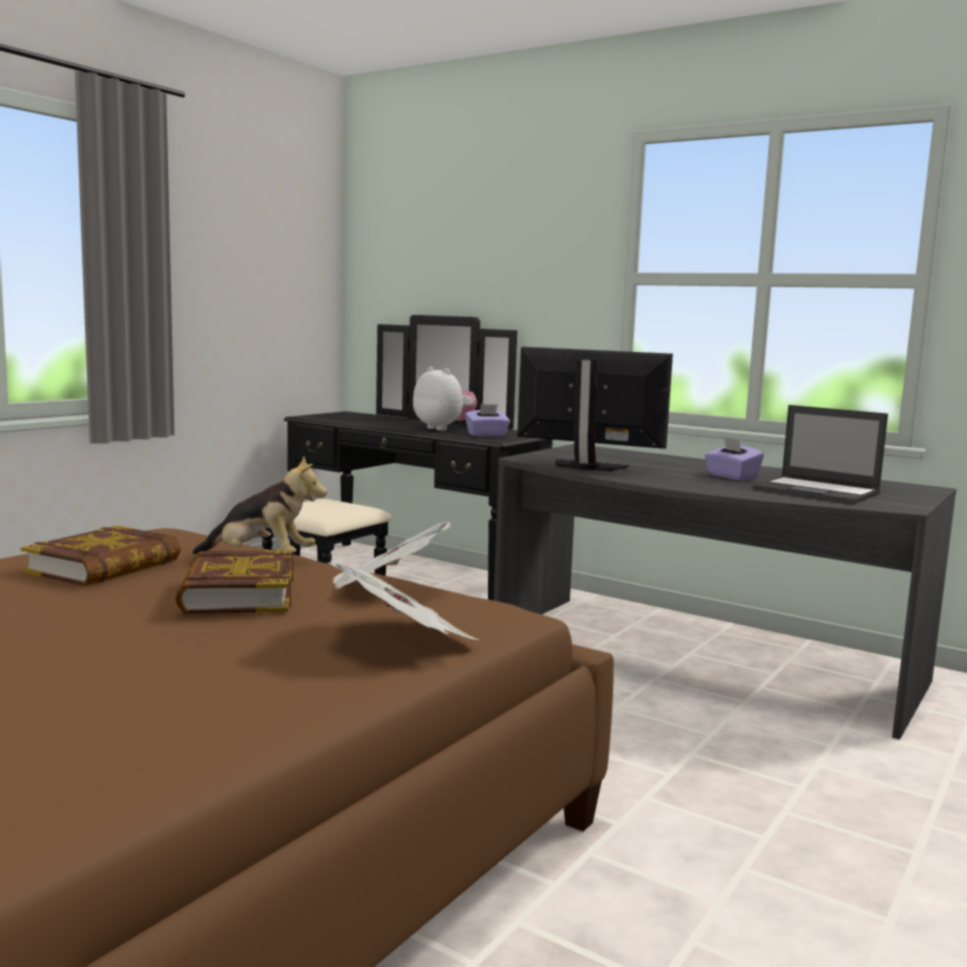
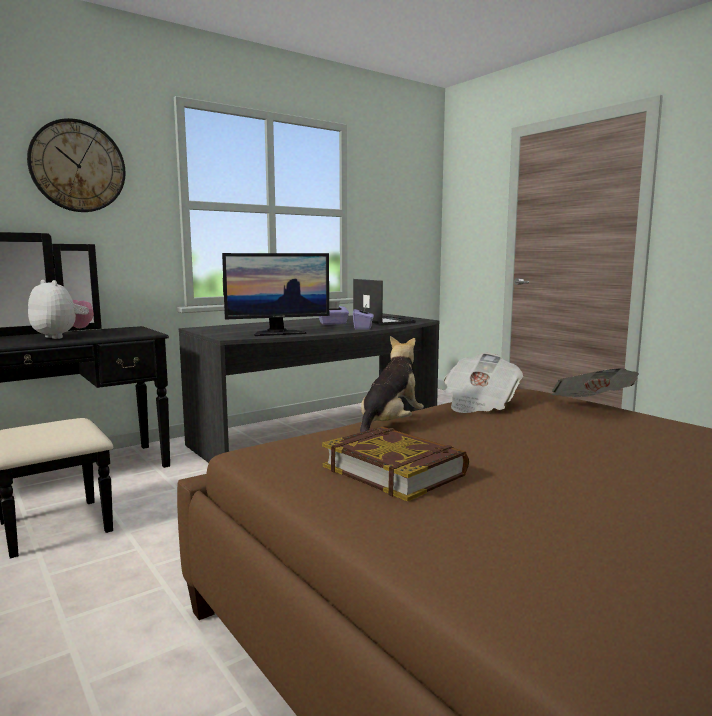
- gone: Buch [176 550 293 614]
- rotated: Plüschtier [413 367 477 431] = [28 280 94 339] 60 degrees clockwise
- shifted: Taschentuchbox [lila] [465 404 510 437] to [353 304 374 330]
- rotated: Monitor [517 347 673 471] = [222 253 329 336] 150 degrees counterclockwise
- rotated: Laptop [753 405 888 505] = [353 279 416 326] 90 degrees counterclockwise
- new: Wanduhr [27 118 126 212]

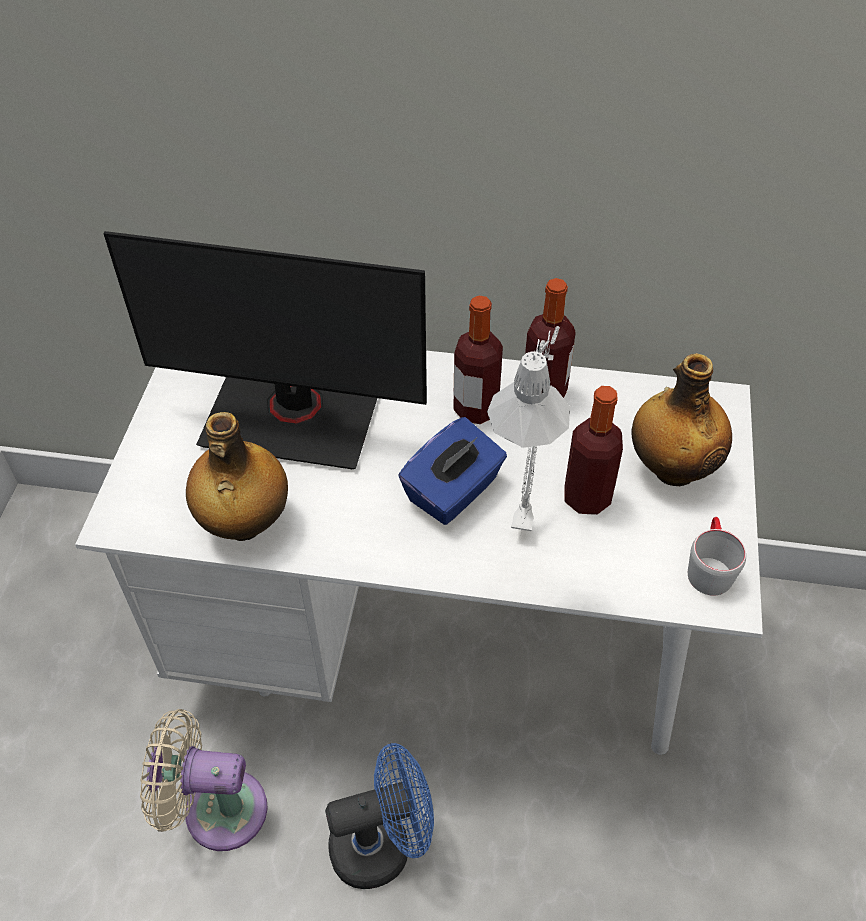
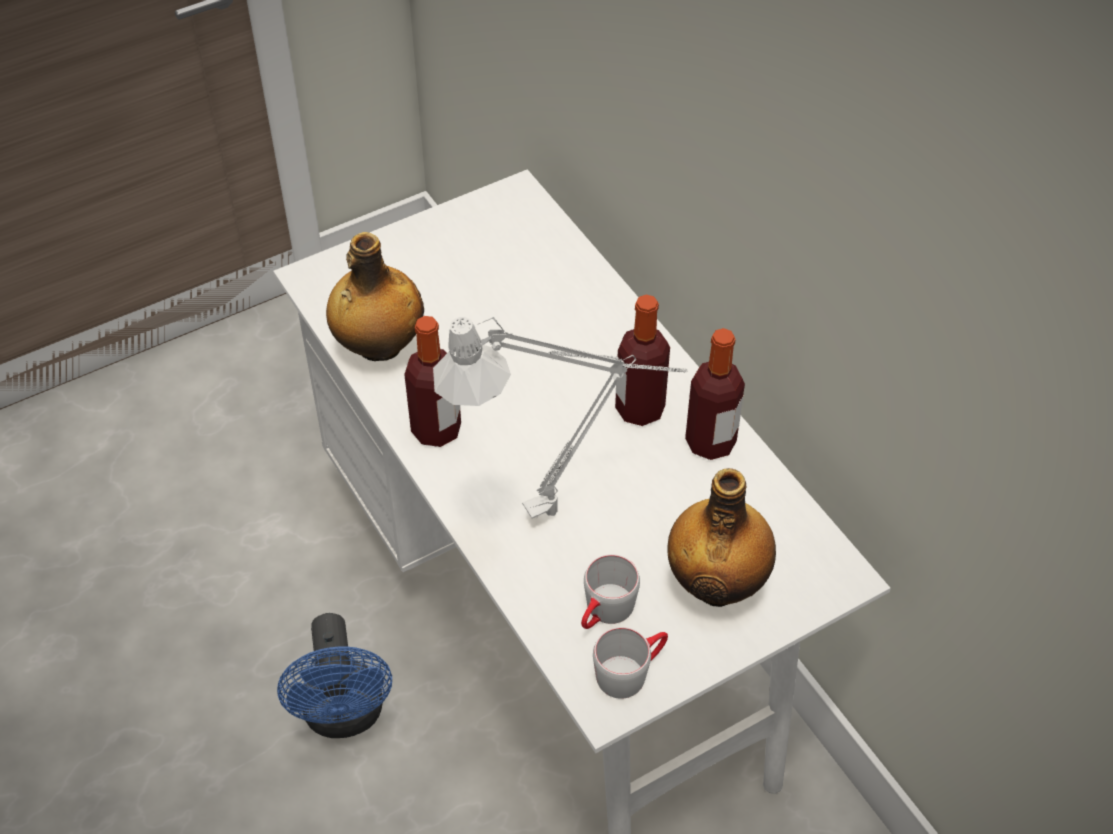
- gone: Monitor [103 231 427 469]
- gone: Ventilator [beige] [140 709 268 851]
- rotated: Ventilator [blau] [325 743 434 889] = [277 613 392 738] 45 degrees clockwise
- gone: Taschentuchbox [blau] [398 417 507 525]
- shifted: Flasche [564 386 623 515] to [404 316 461 447]
- new: Henkelbecher [grau] [581 554 640 629]

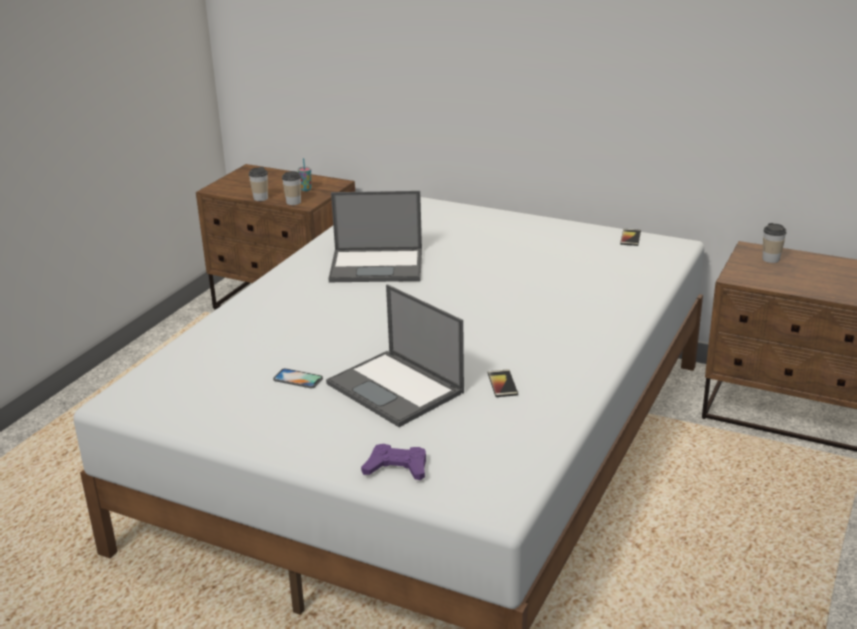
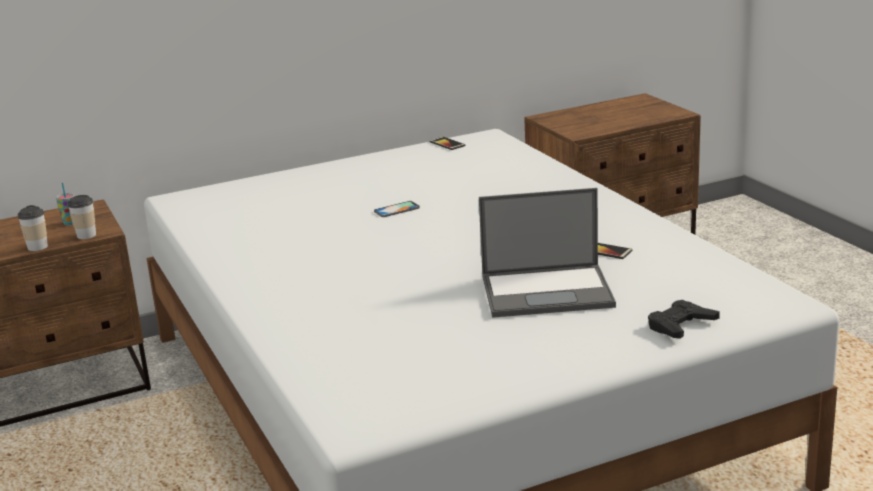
- shifted: Handy [273 368 323 388] to [374 201 420 217]
- gone: Laptop [328 191 422 282]
- repainted: Gamepad [lila] [361 444 426 480] to Gamepad [schwarz] [648 300 720 339]
- gone: Tasse [762 223 787 263]

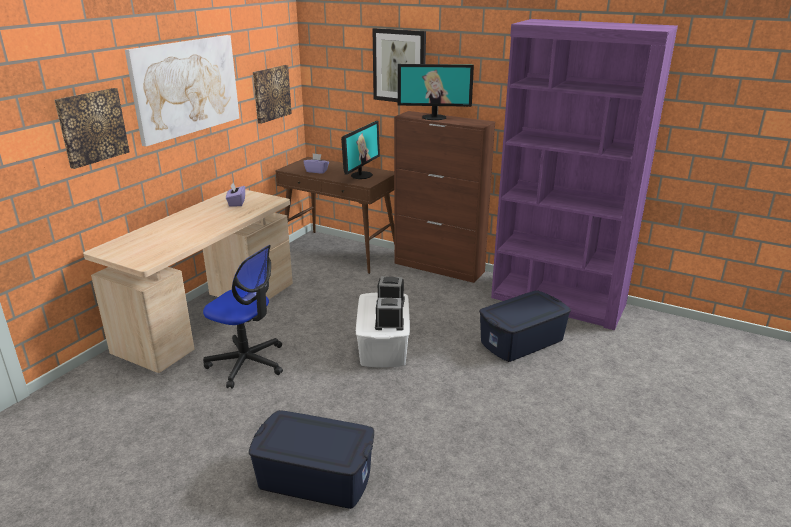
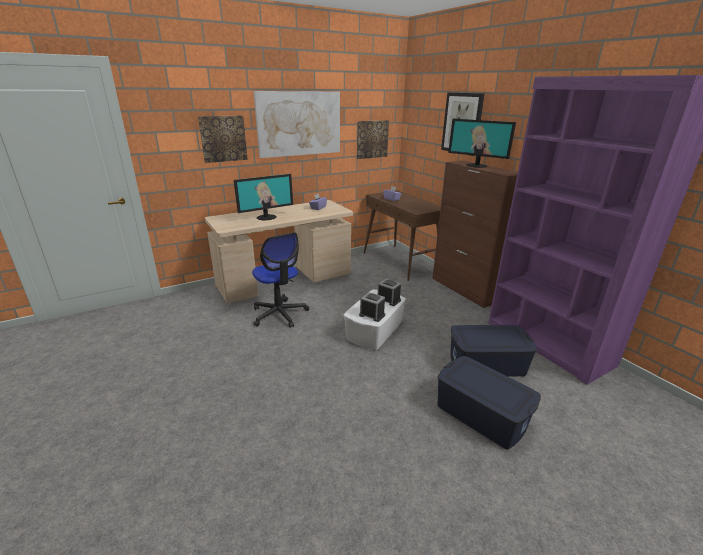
- shifted: Aufbewahrungsbox [blau] [249 410 374 509] to [438 356 541 449]
- shifted: Monitor [341 121 380 179] to [234 174 293 220]

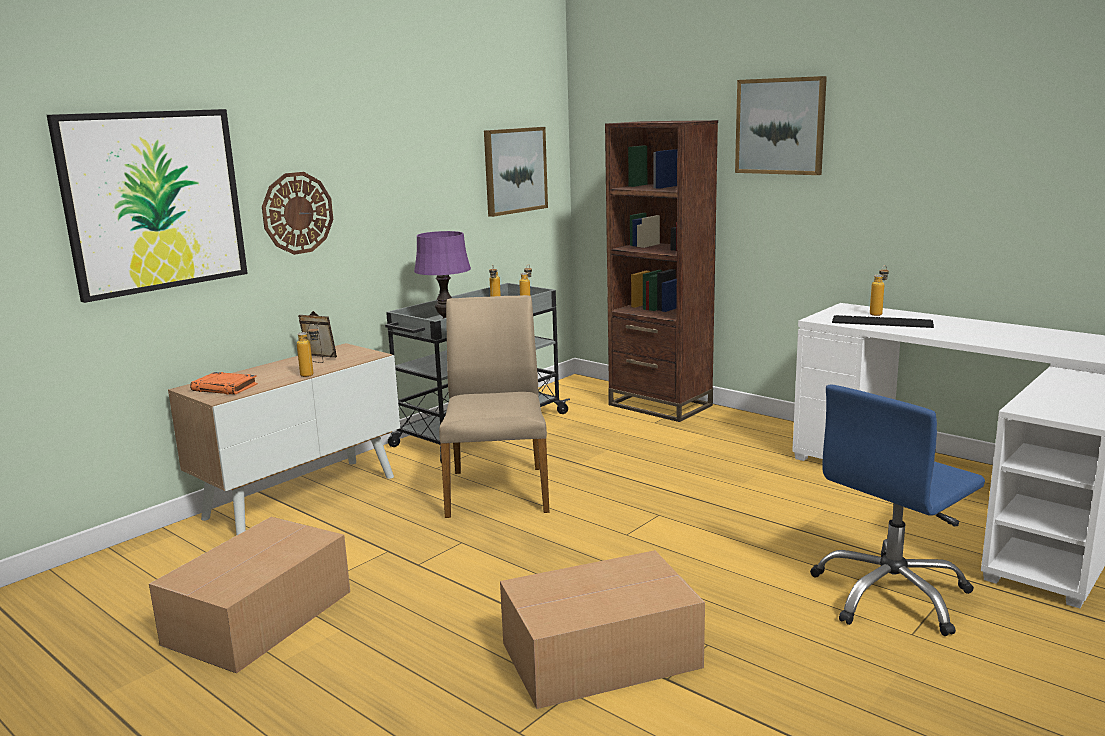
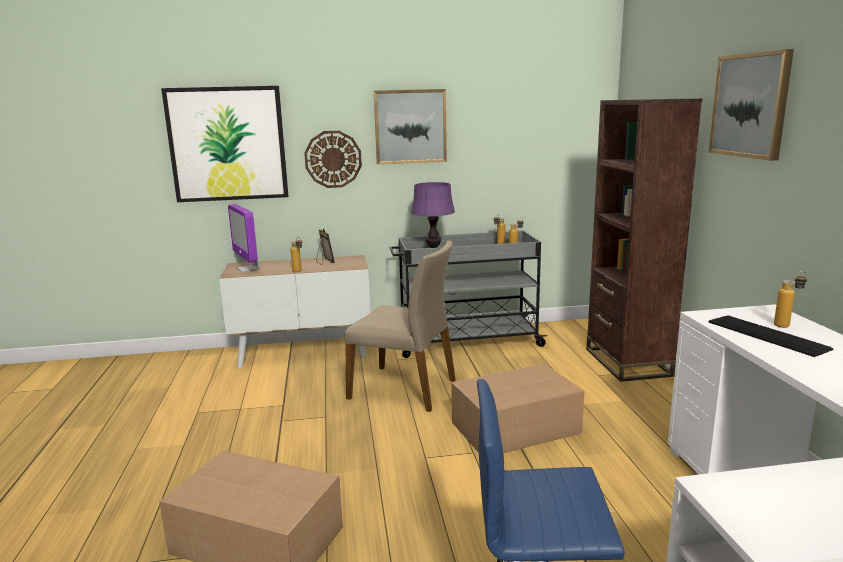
- shifted: Karton [149 517 350 673] to [452 364 584 453]
- swapped: Buch [orange] [190 372 258 395] to Monitor [228 204 260 272]
- rotated: Stuhl [beige] [439 295 550 518] = [345 241 456 412] 75 degrees clockwise
- shifted: Bild [484 127 548 217] to [374 89 447 165]

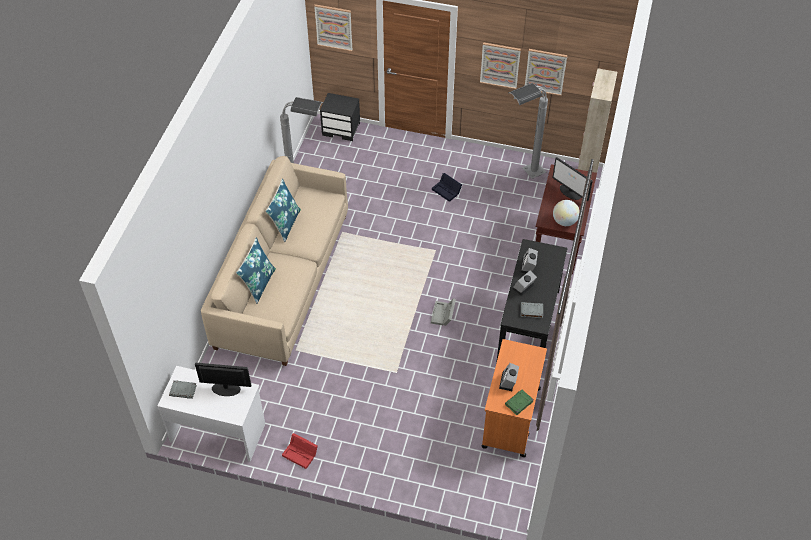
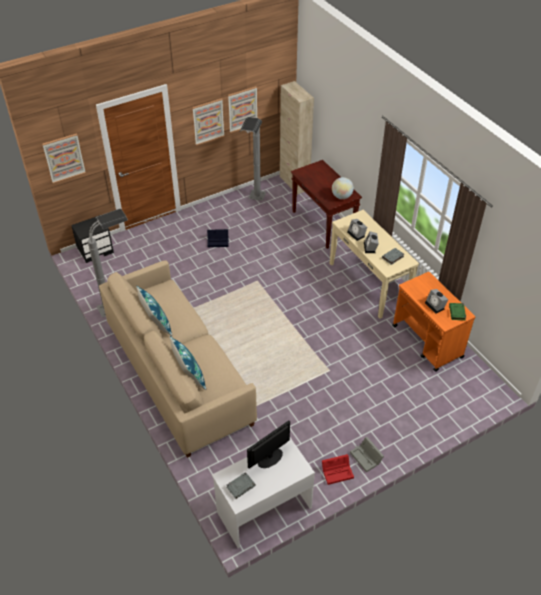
- shifted: Aufbewahrungsbox [grau] [431 298 456 326] to [350 437 384 472]
- repainted: Konsolentisch [schwarz] [496 239 567 363] to Konsolentisch [beige] [330 210 419 319]
- gone: Monitor [552 157 593 201]

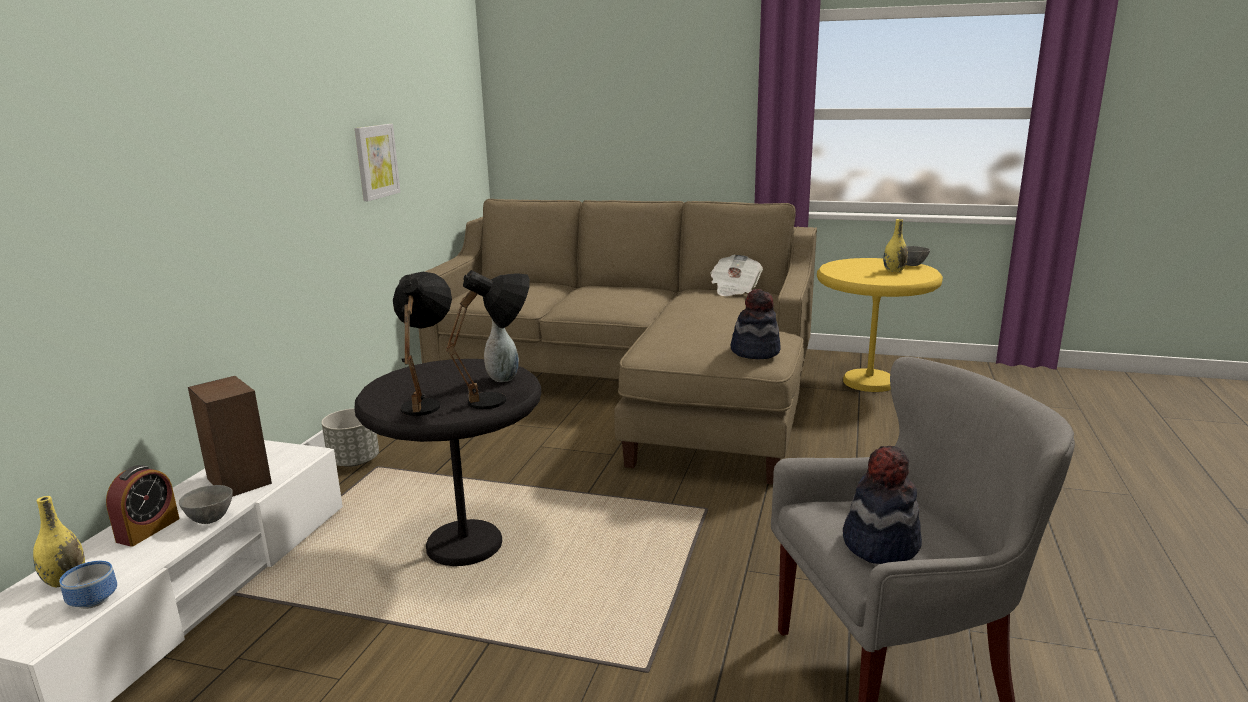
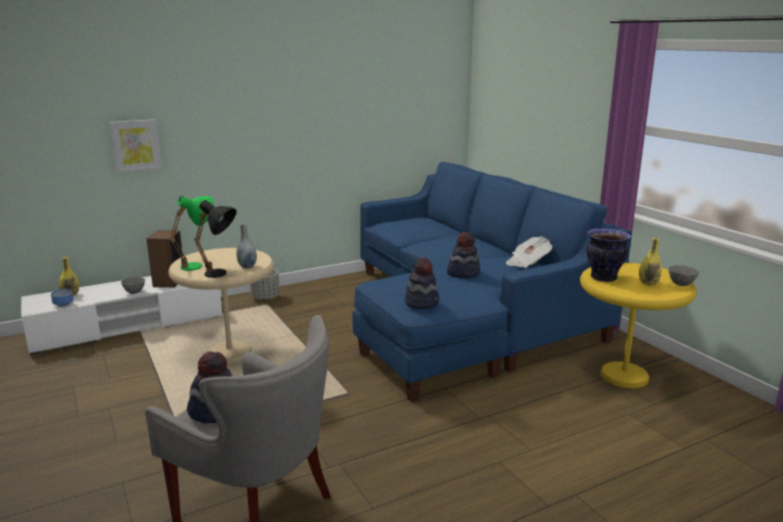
- gone: Wecker [106 465 179 547]
- shifted: Bild [355 124 400 201] to [110 119 162 173]
- repainted: Beistelltisch [schwarz] [355 359 541 566] to Beistelltisch [beige] [169 248 274 363]
- repainted: Tischlampe [schwarz] [393 272 452 416] to Tischlampe [grün] [170 196 214 271]
- repainted: Sofa [beige] [419 199 817 485] to Sofa [blau] [353 161 632 402]
- new: Hut [447 232 480 278]
- new: Vase [586 228 632 282]

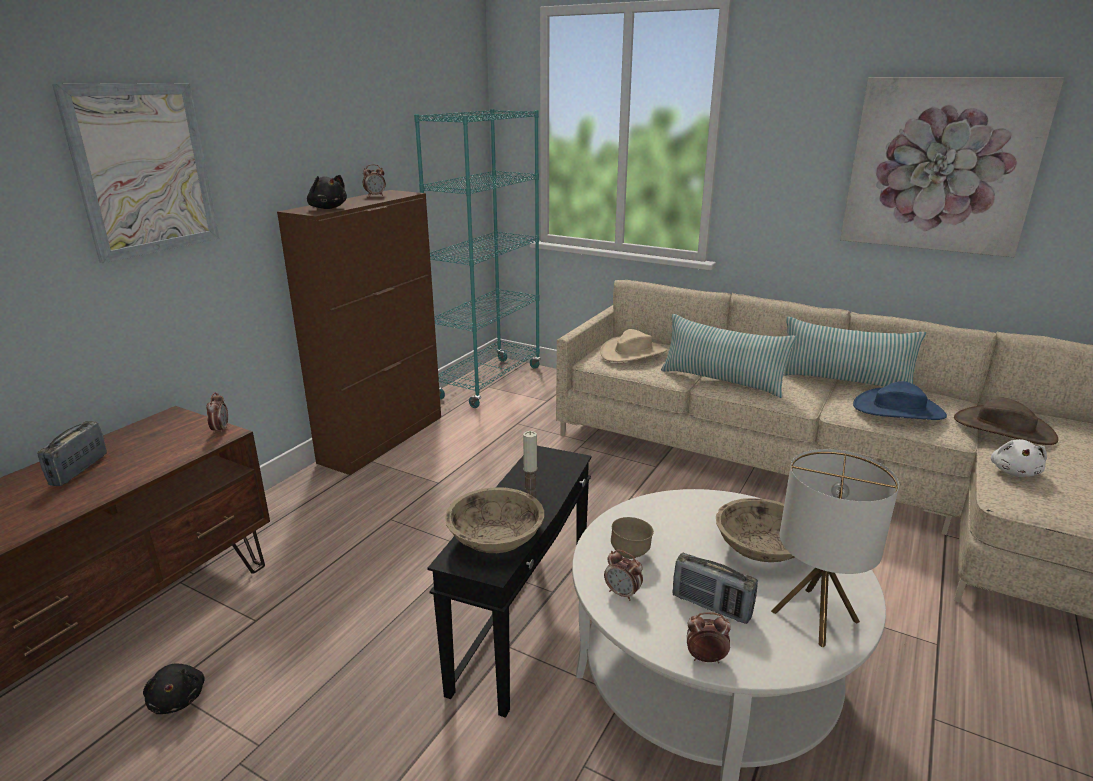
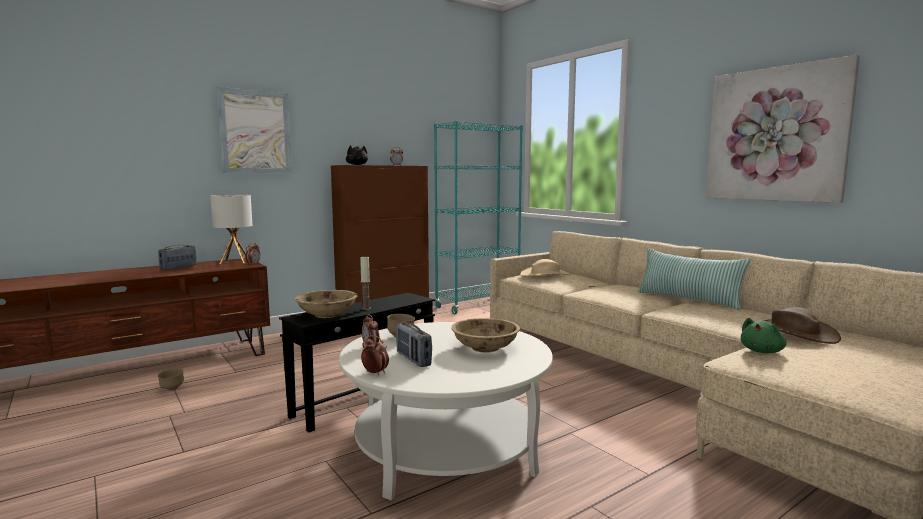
- swapped: Plüschtier [schwarz] [143 663 205 714] to Schüssel [braun] [158 368 184 391]
- gone: Kissen [661 314 797 398]
- shifted: Tischlampe [771 449 899 648] to [210 195 253 264]
- gone: Hut [blau] [853 381 947 420]
- repainted: Plüschtier [weiß] [991 439 1047 477] to Plüschtier [grün] [740 318 786 353]

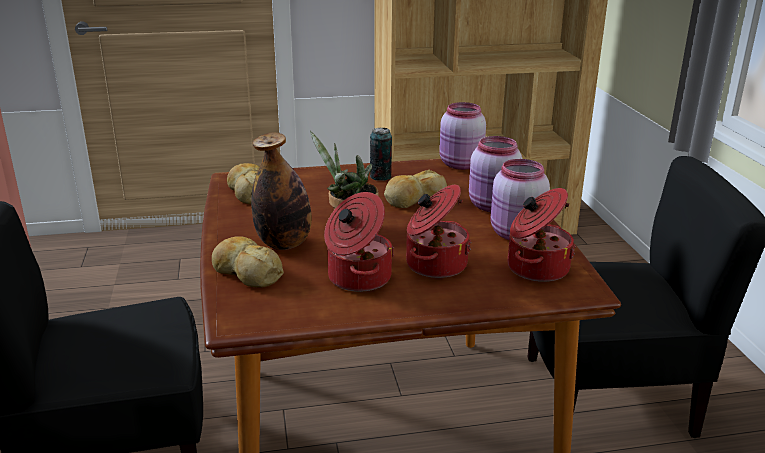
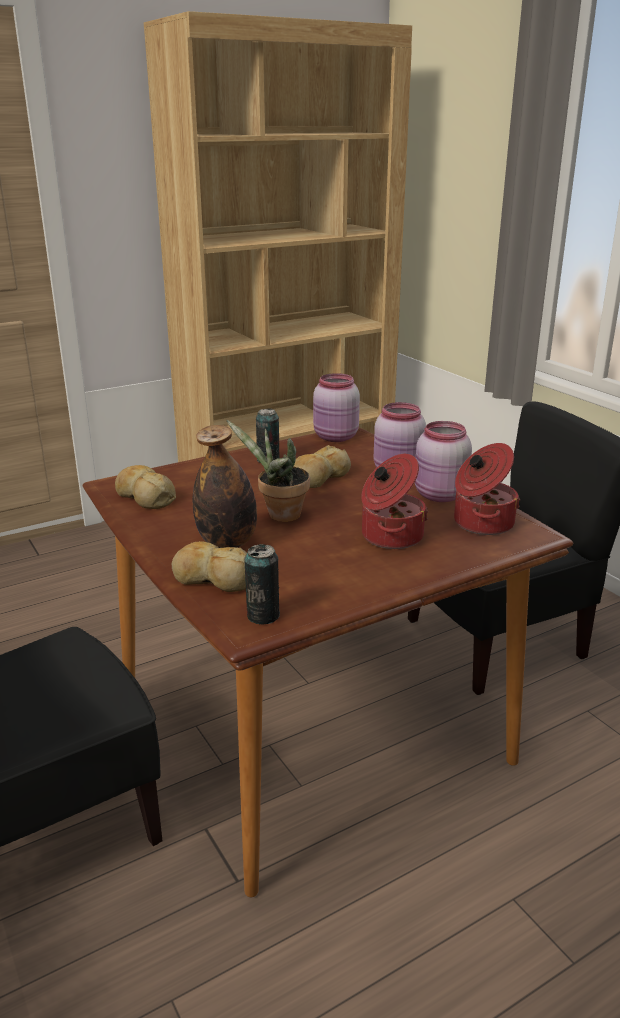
- gone: Kochtopf [324 192 394 292]
- new: Dose [244 544 280 624]

